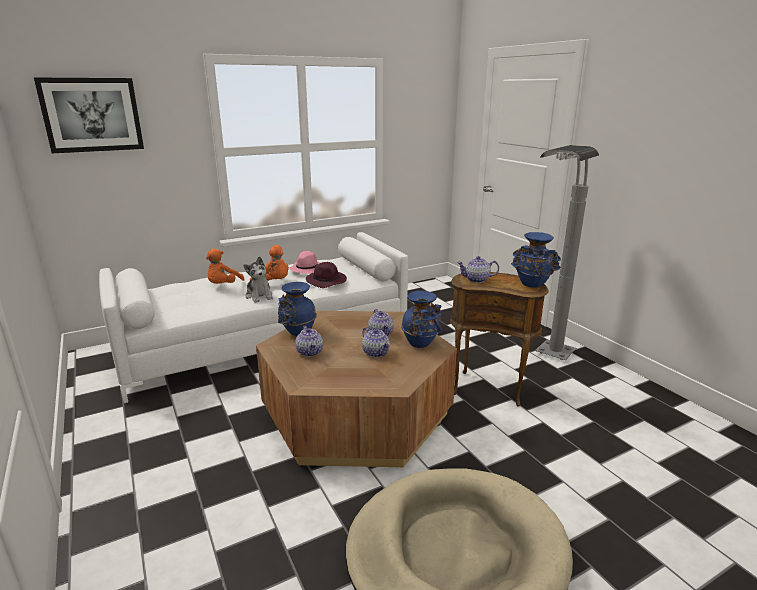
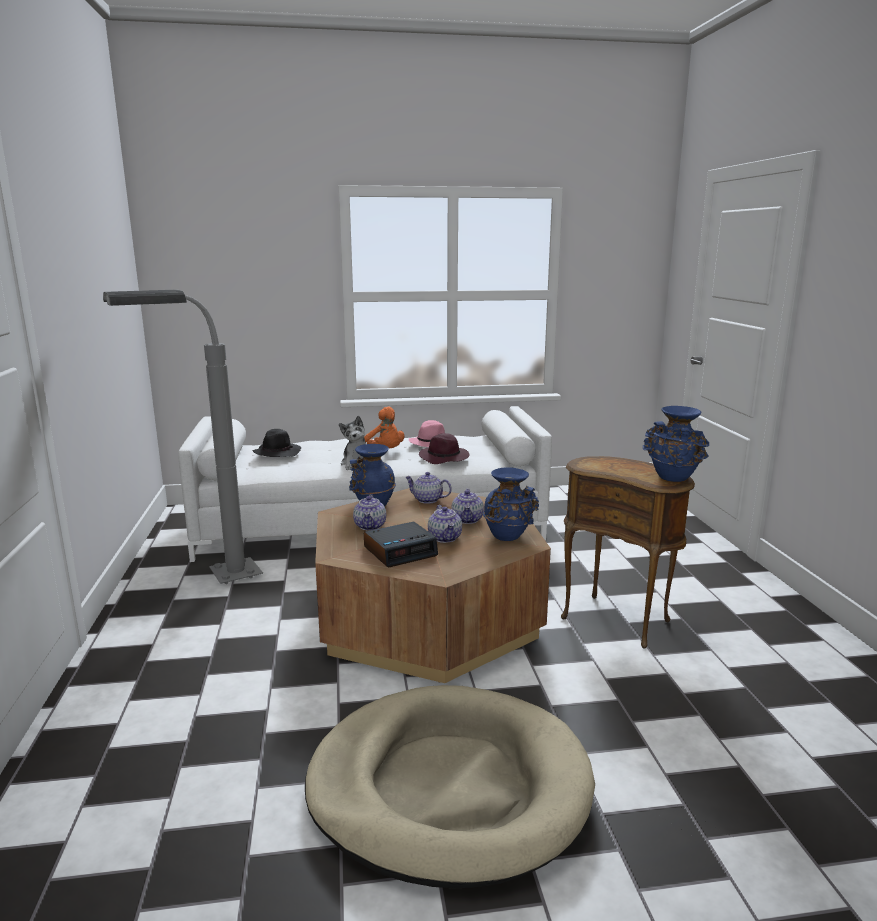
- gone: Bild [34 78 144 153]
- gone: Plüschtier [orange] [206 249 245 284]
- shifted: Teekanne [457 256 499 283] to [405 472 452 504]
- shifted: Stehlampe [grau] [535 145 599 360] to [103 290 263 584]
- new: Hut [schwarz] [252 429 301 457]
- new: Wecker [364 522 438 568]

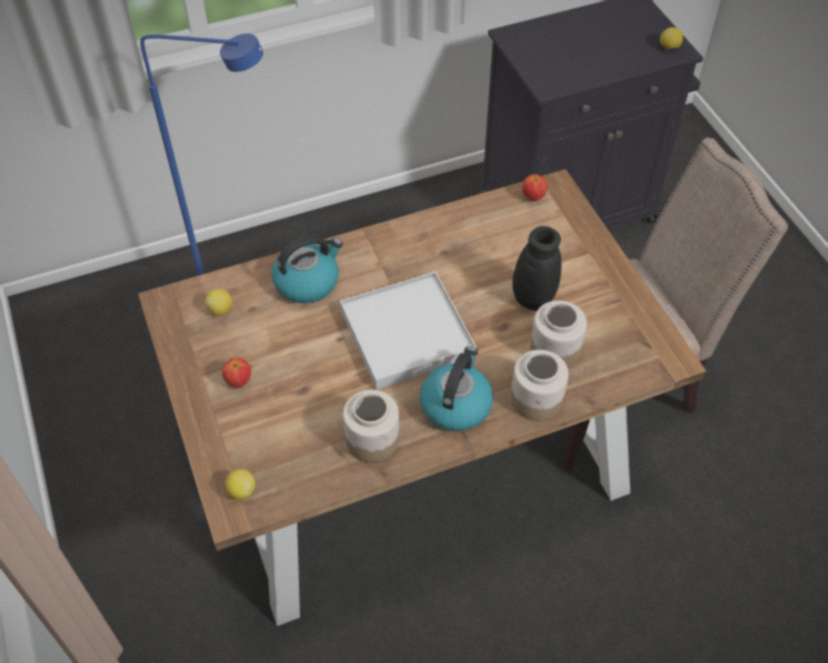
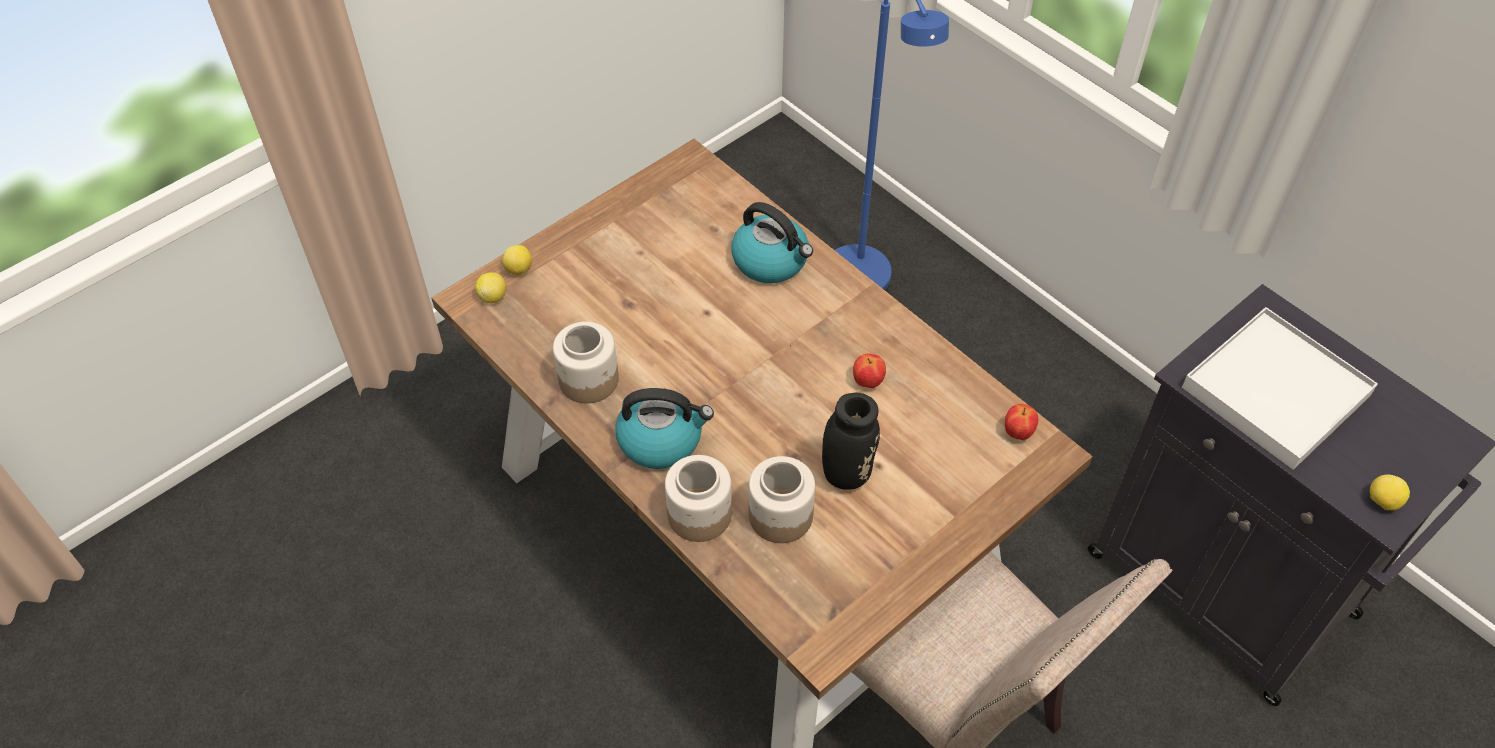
- shifted: Zitrone [205 289 232 315] to [502 245 532 275]
- shifted: Apfel [222 357 251 388] to [853 354 886 388]
- shifted: Tablett [weiß] [340 271 477 390] to [1182 307 1378 470]

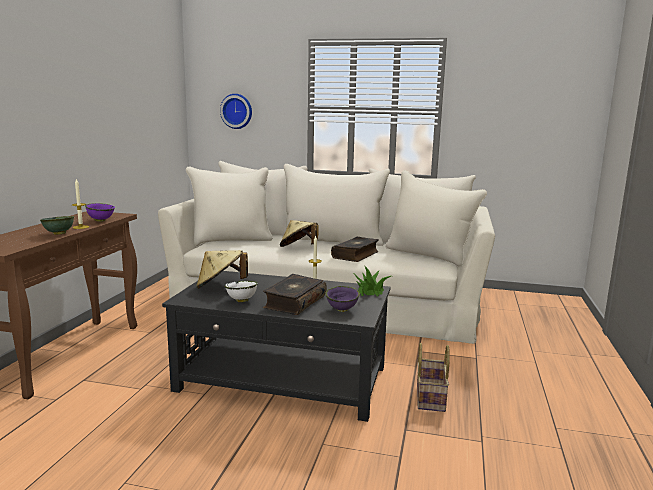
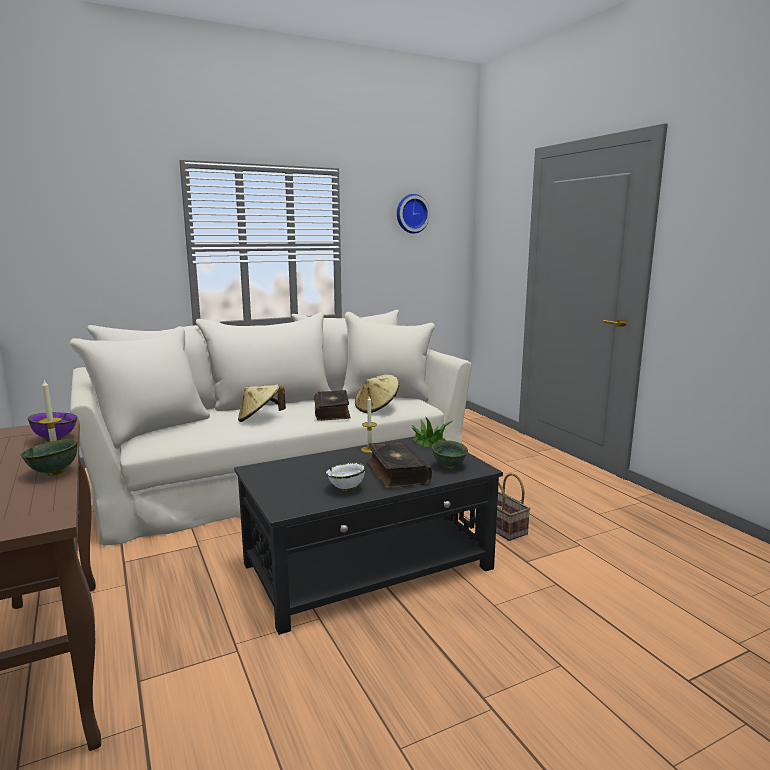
- shifted: Hut [beige] [196 250 248 289] to [355 375 399 413]
- shifted: Wanduhr [220 94 252 129] to [397 194 430 234]
- repainted: Schüssel [lila] [325 286 360 312] to Schüssel [grün] [432 440 468 468]

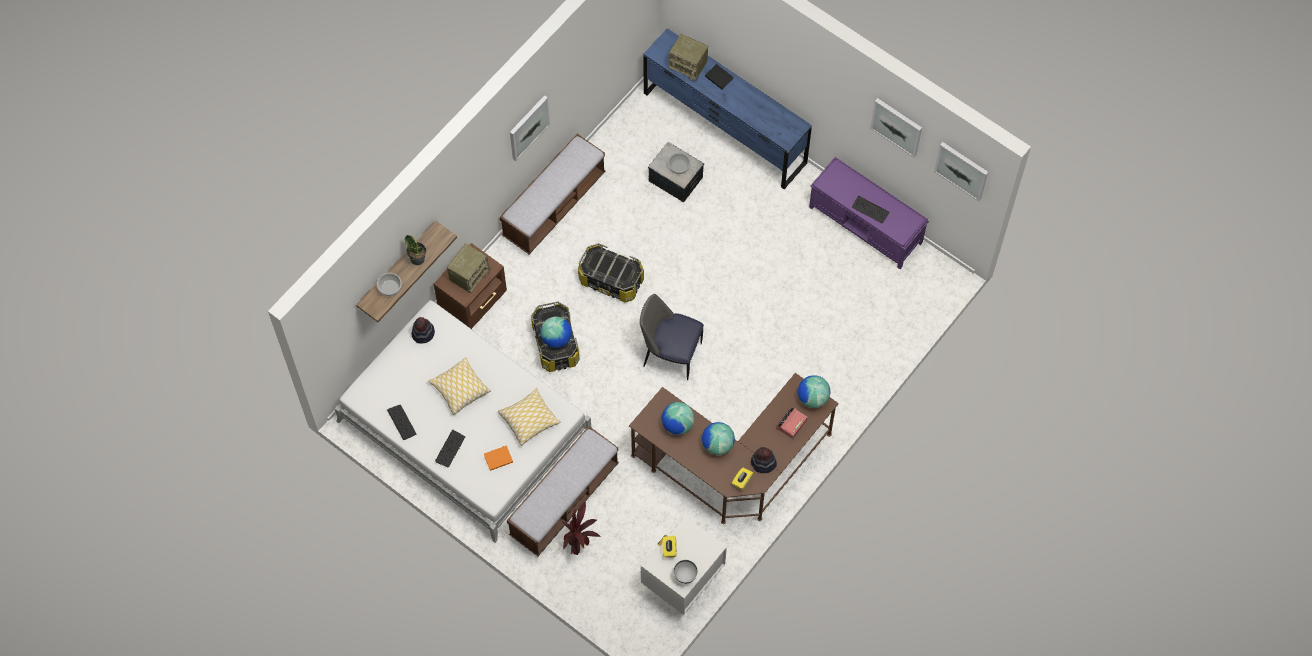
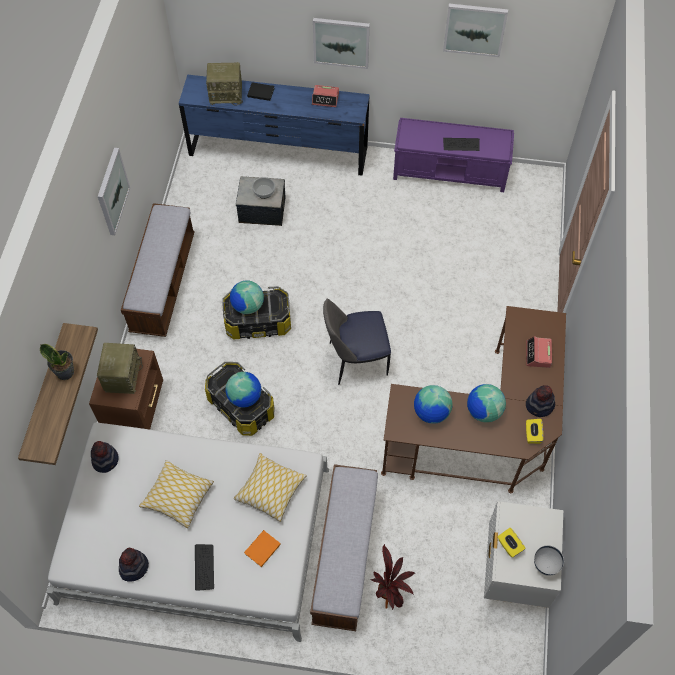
- gone: Schüssel [377 273 402 296]
- swapped: Tastatur [387 405 416 440] to Hut [119 548 149 582]
- shifted: Globus [798 375 830 408] to [230 280 264 314]
- shifted: Bild [934 142 988 202] to [313 18 370 69]
- new: Wecker [312 85 339 107]

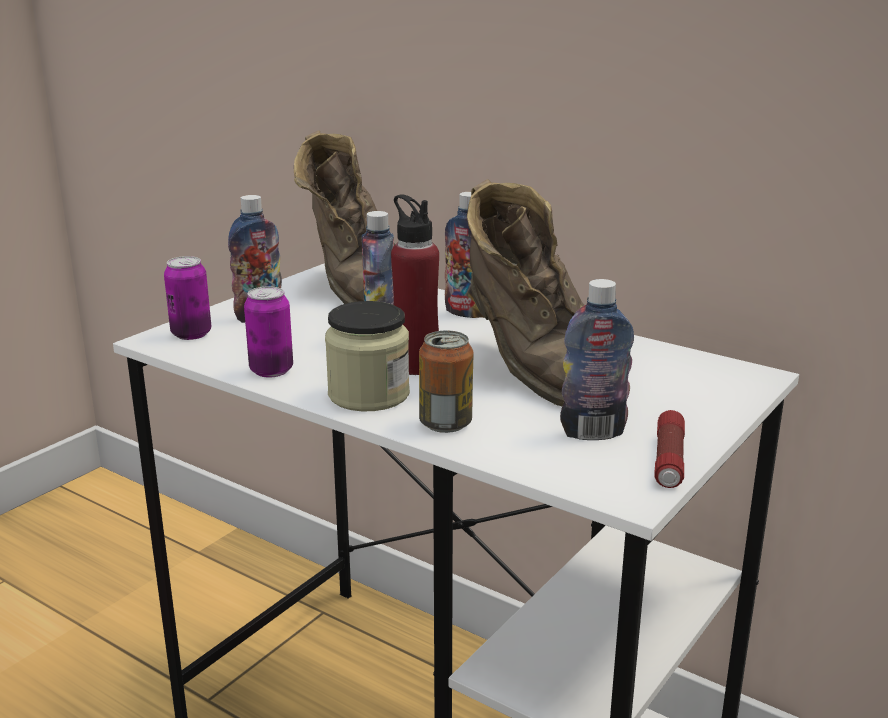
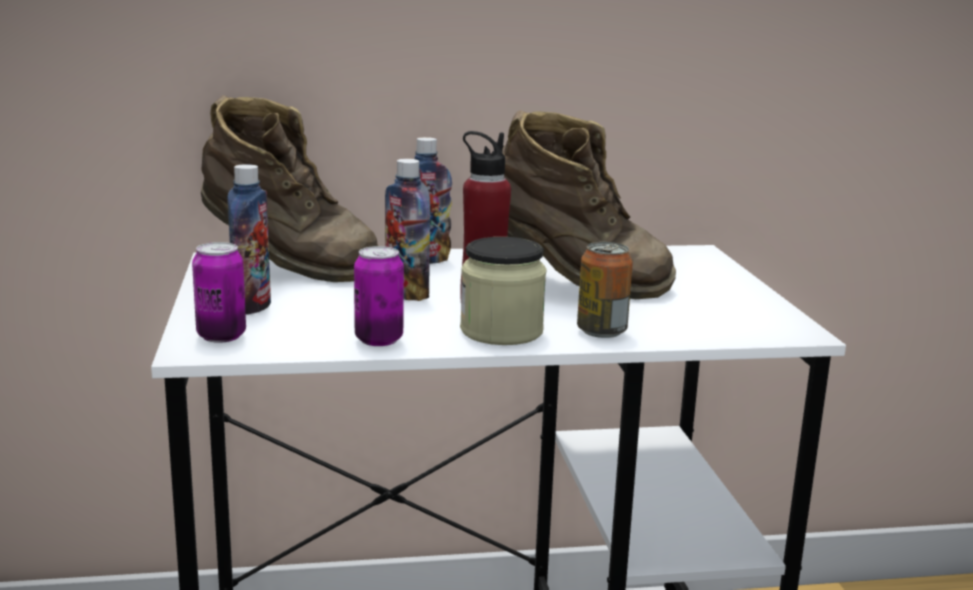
- gone: Flasche [560 279 634 440]
- gone: Taschenlampe [654 410 685 488]

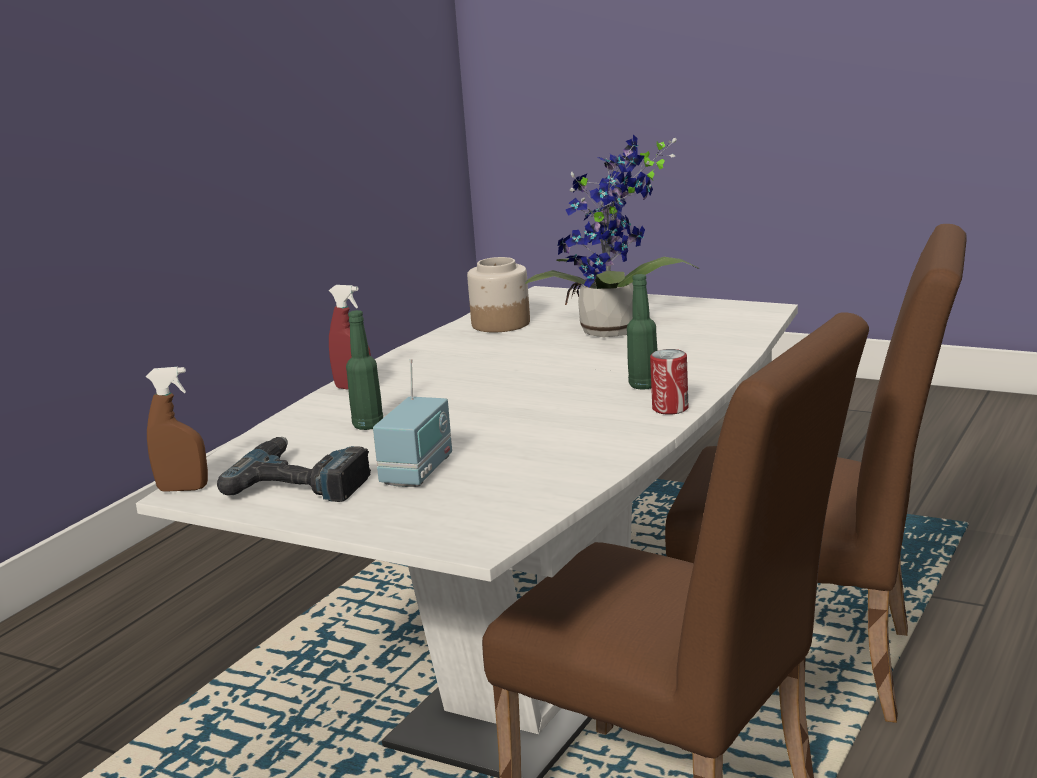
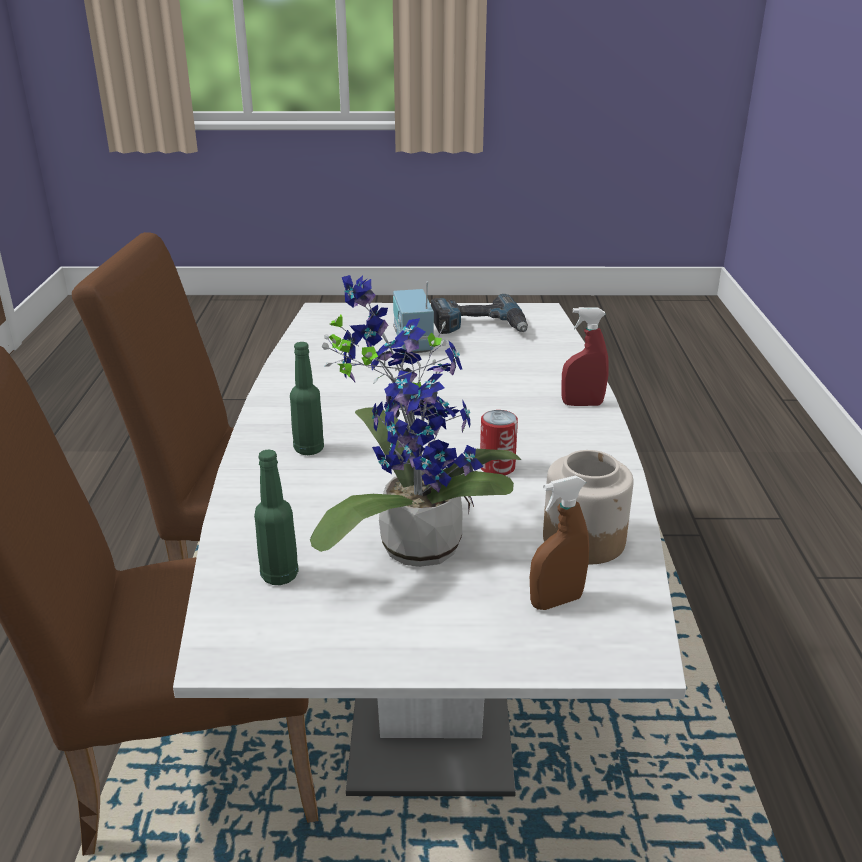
- shifted: Sprühflasche [braun] [146 367 208 492] to [530 476 589 610]
- shifted: Flasche [grün] [346 310 383 430] to [254 450 299 585]
- shifted: Dose [650 349 689 415] to [480 410 518 475]

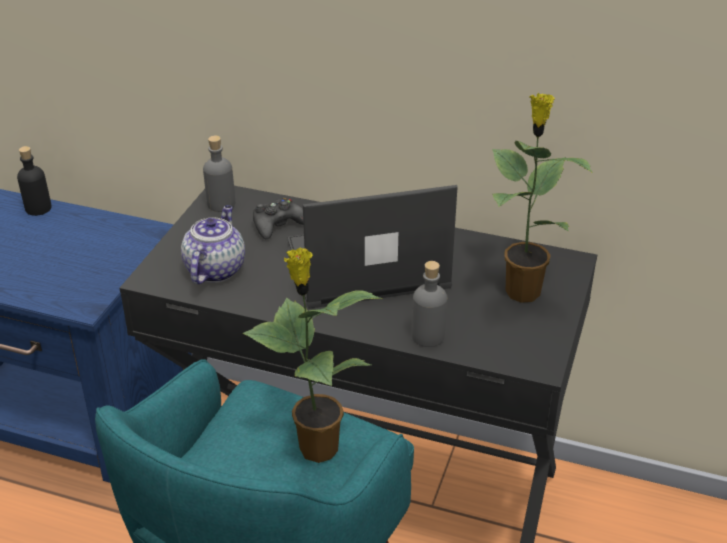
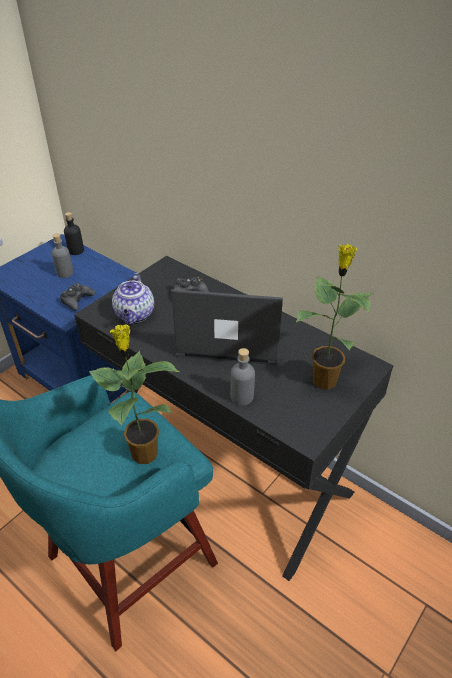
- rotated: Teekanne [181 205 245 284] = [112 273 154 324] 150 degrees clockwise
- shifted: Flasche [grau] [203 135 235 212] to [52 233 74 278]
- new: Gamepad [schwarz] [60 284 95 311]

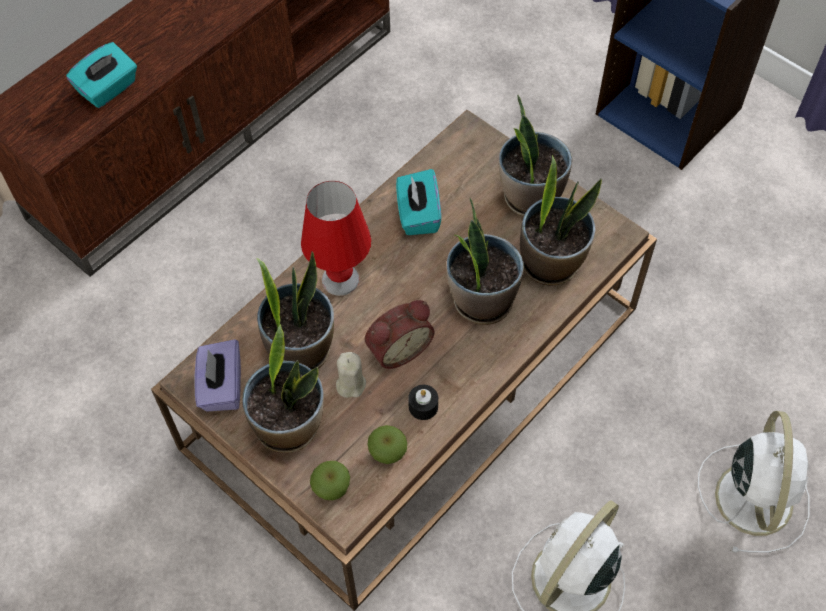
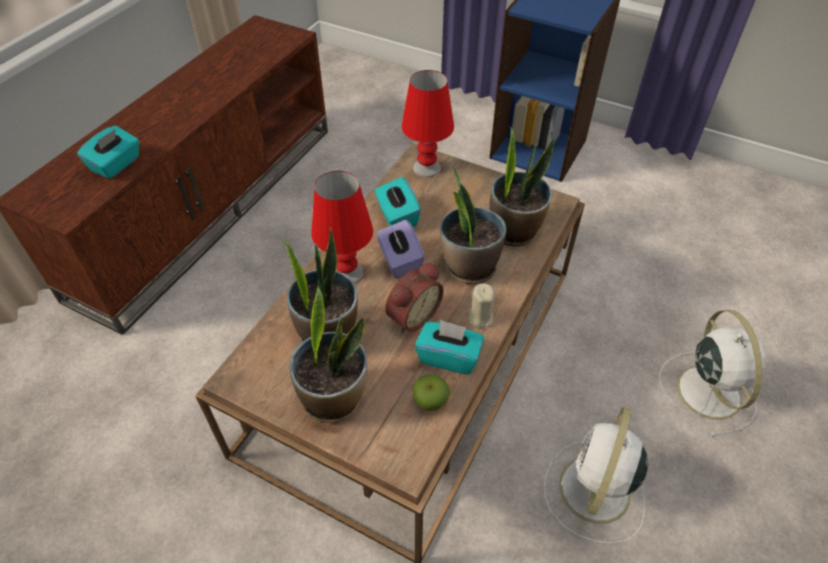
- shifted: Taschentuchbox [lila] [195 339 241 411] to [376 220 425 279]
- gone: Apfel [310 461 350 500]
- shifted: Kerze [beige] [336 352 366 398] to [468 284 494 329]
- swapped: Kerze [schwarz] [408 385 438 420] to Taschentuchbox [türkis] [415 320 484 375]
- gone: Topfpflanze [499 95 572 217]
- new: Tischlampe [rot] [401 70 454 177]

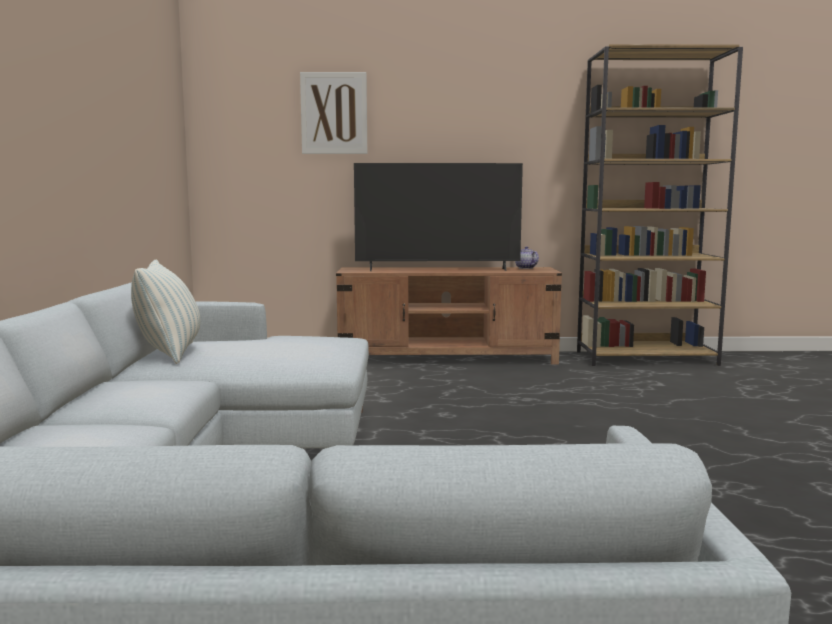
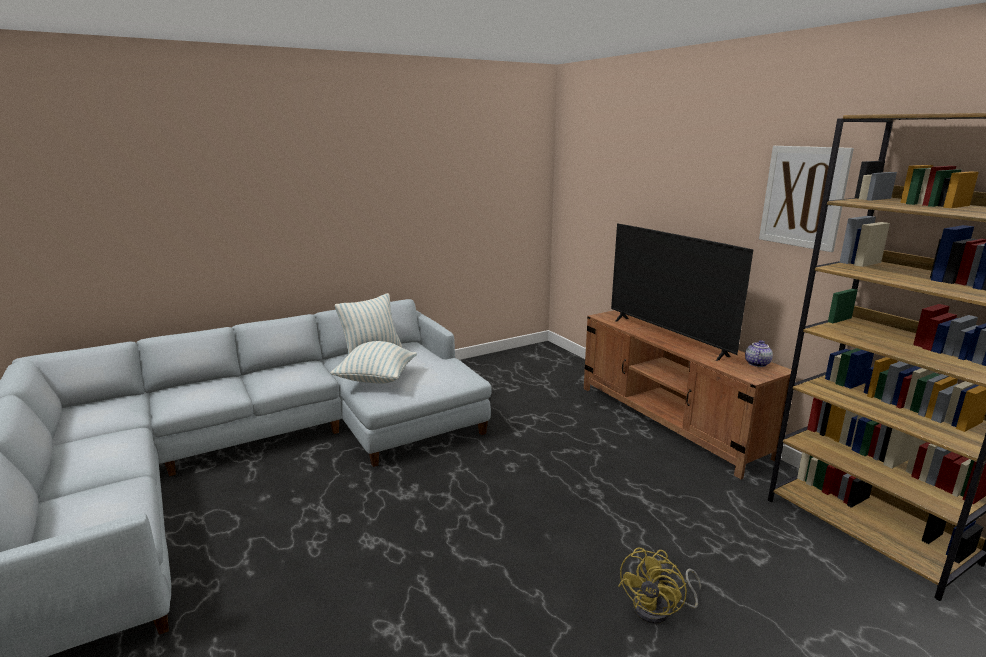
- shifted: Bild [300 72 367 154] to [759 146 854 252]
- new: Kissen [330 341 417 384]
- new: Ventilator [gelb] [618 547 701 624]

